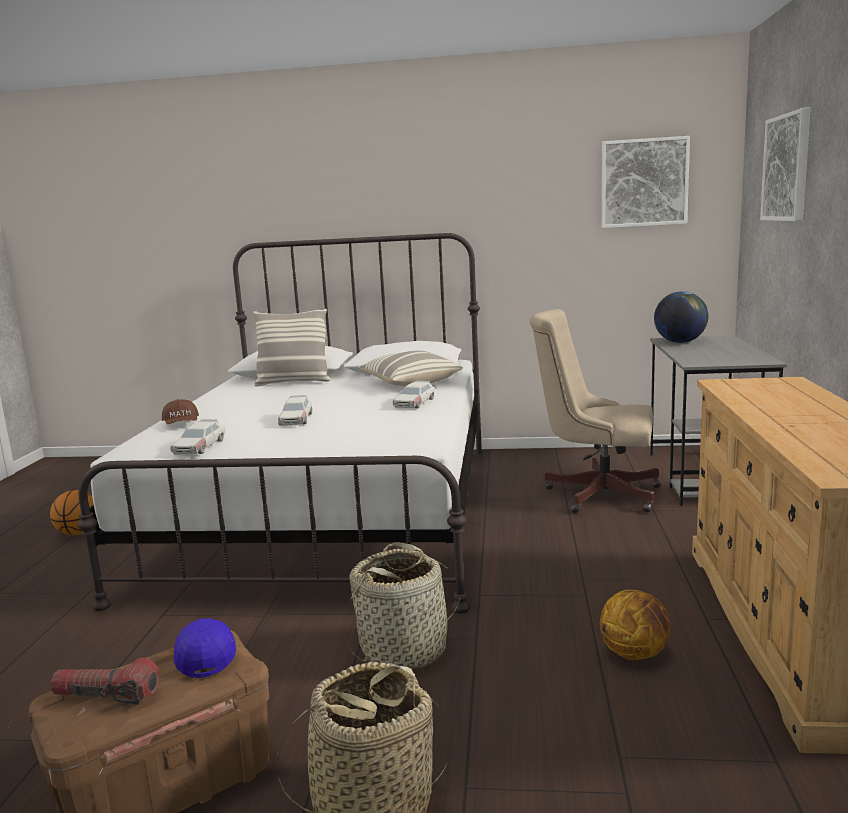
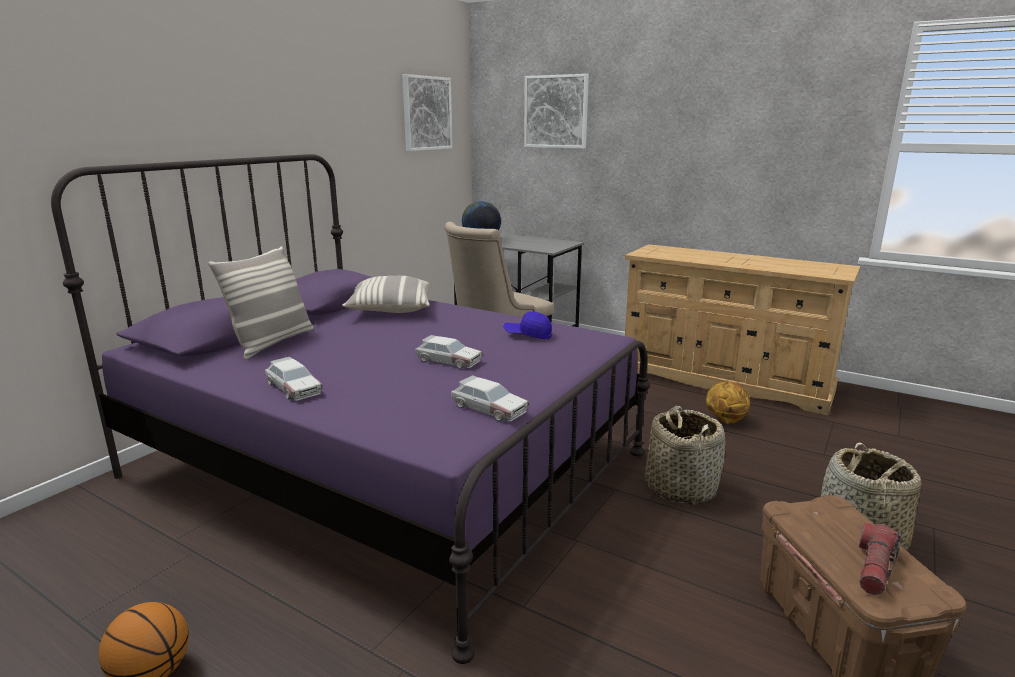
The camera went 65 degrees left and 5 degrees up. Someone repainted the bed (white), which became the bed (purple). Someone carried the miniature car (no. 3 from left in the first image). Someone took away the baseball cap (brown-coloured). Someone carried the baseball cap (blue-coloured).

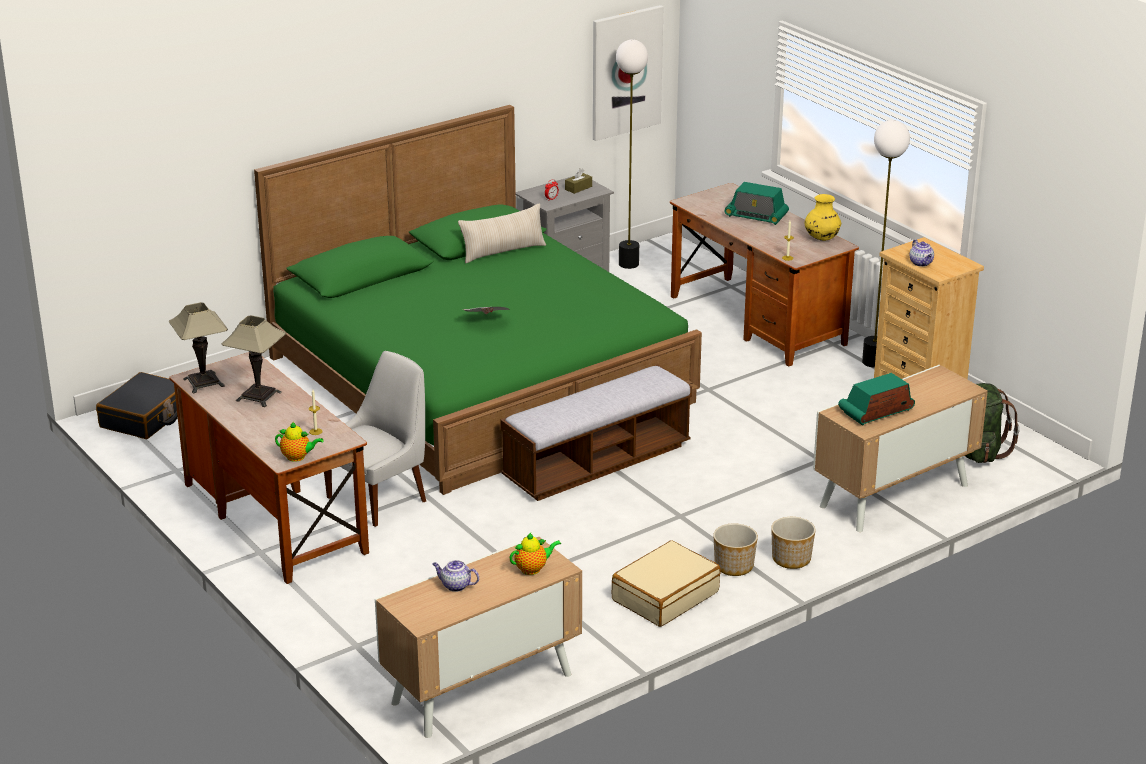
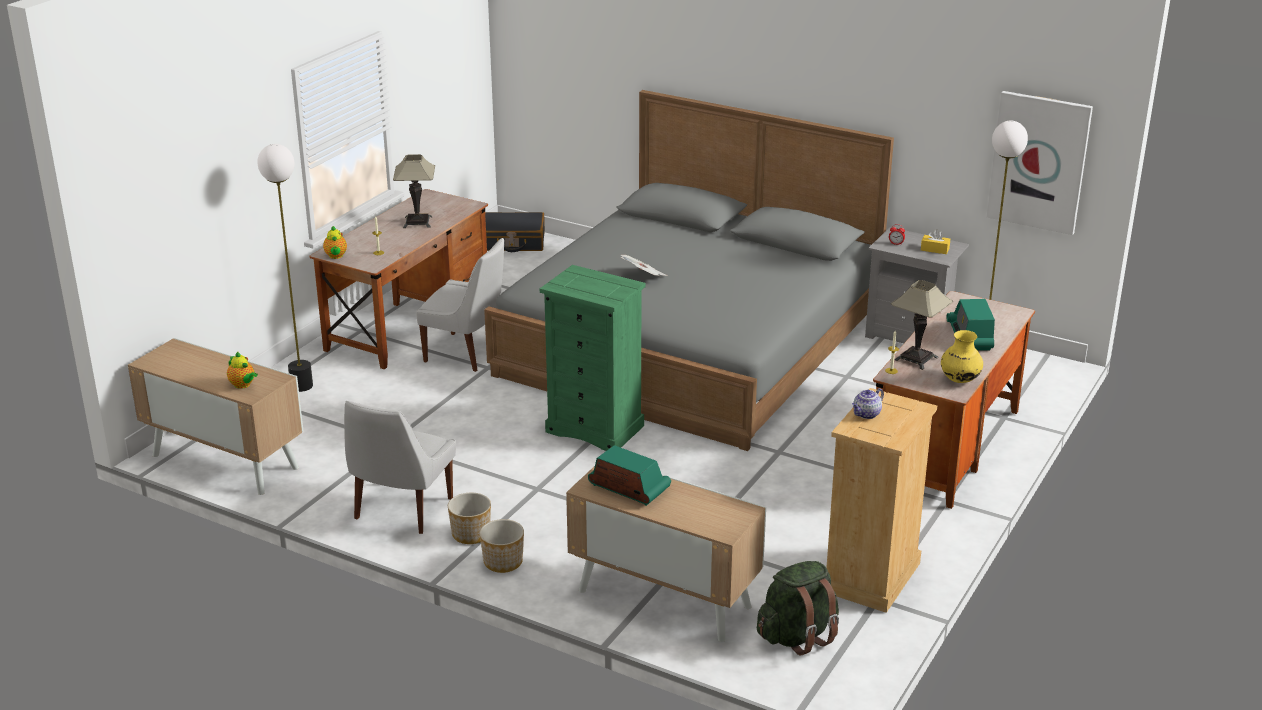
The camera went 65 degrees right and 0 degrees up. Someone repainted the bed (green-coloured), which became the bed (greyish). Someone carried the floor lamp (no. 2 from left in the first image). Someone repainted the tissue box (brown-coloured), which became the tissue box (yellow). Someone took away the throw pillow (beige). Someone carried the lamp for a table (no. 1 from left in the first image). Someone swapped the bench for the dresser (green-coloured). Someone swapped the suitcase (beige) for the upright chair (white) (no. 1 from left). Someone took away the teapot (no. 2 from left).

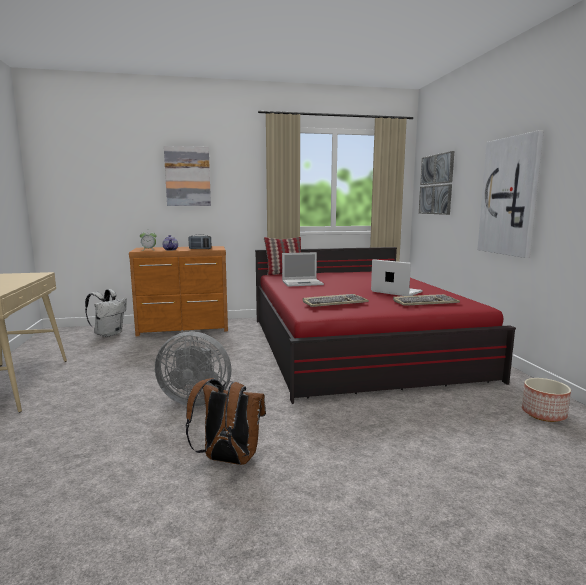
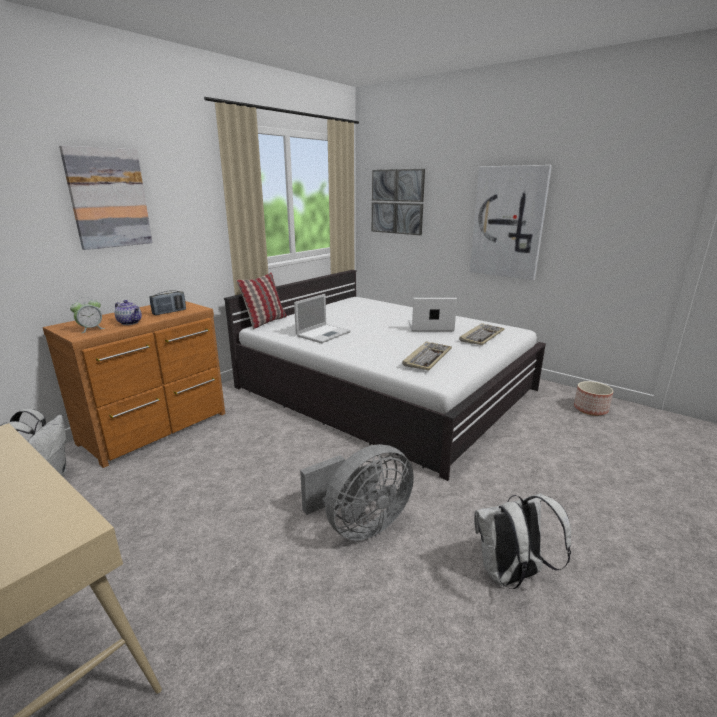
The camera went 40 degrees left and 10 degrees up. Someone repainted the bed (red-coloured), which became the bed (white). Someone repainted the knapsack (brown-coloured), which became the knapsack (white) (no. 2 from left).

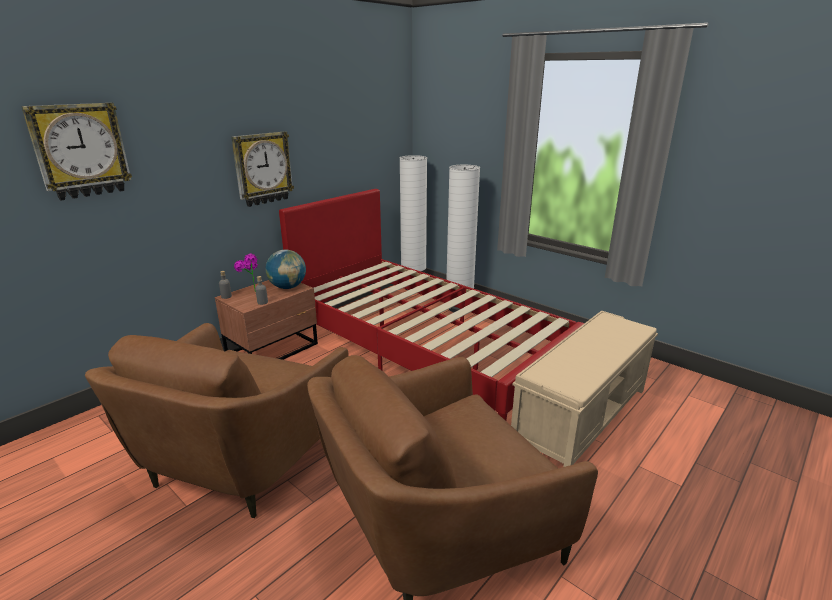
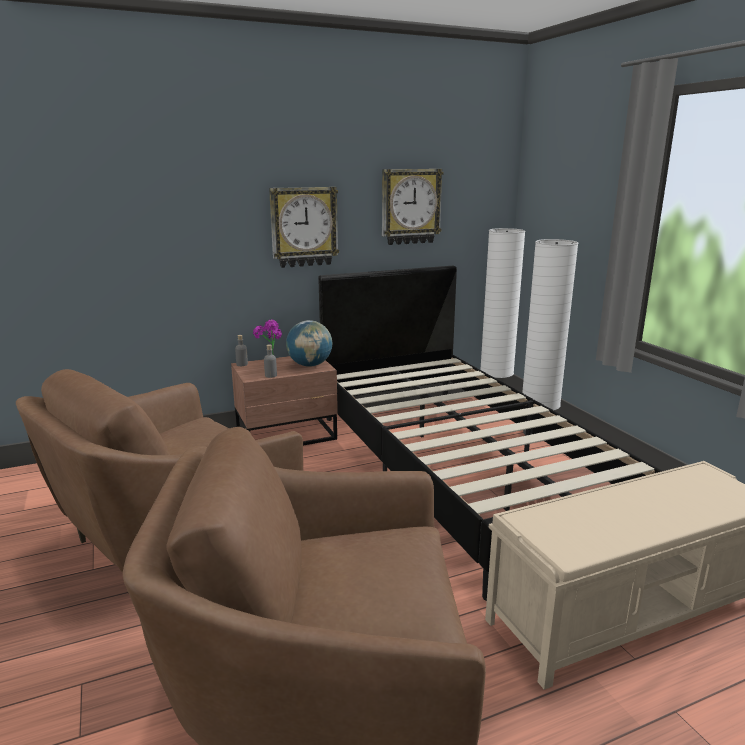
The camera went 25 degrees right and 5 degrees down. Someone carried the wall clock (no. 1 from left in the first image). Someone repainted the bed (red-coloured), which became the bed (black-coloured).

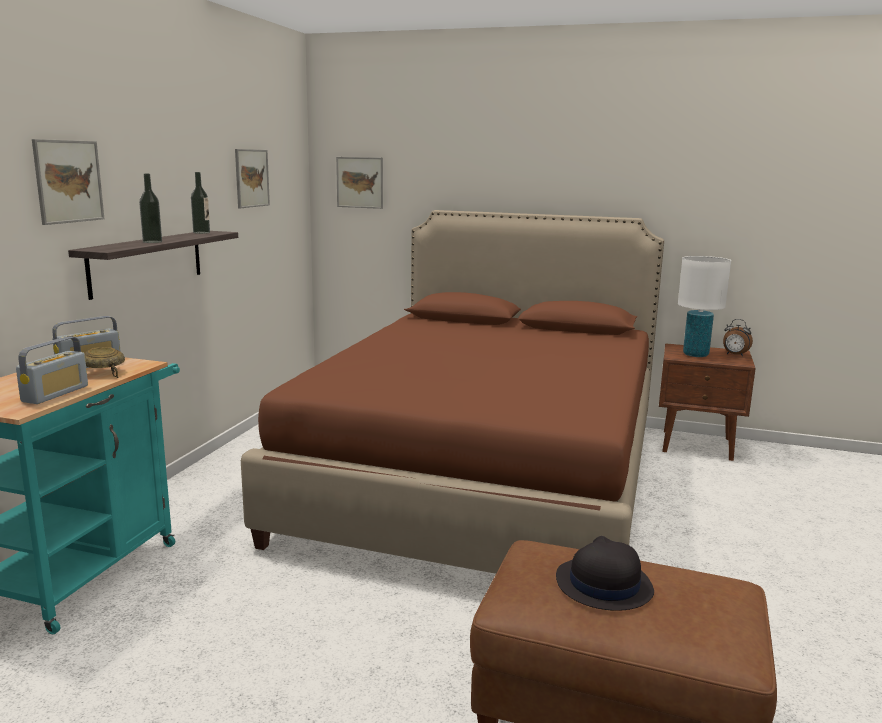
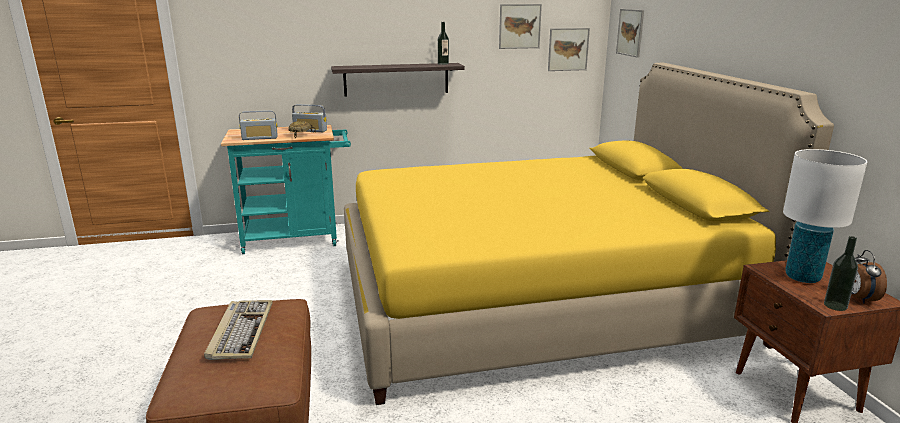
The camera went 60 degrees right and 5 degrees up. Someone carried the picture (no. 1 from left in the first image). Someone carried the bottle (no. 1 from left in the first image). Someone repainted the bed (brown-coloured), which became the bed (yellow). Someone swapped the wearable hat (black-coloured) for the computer keyboard.

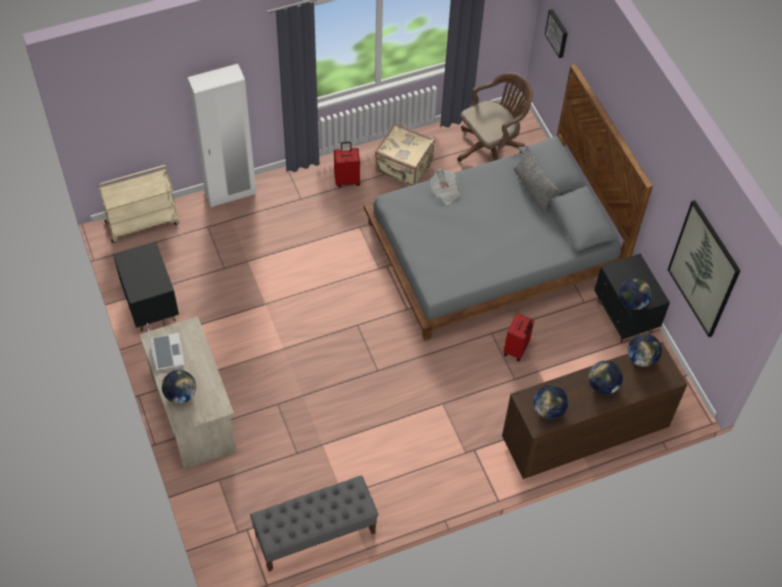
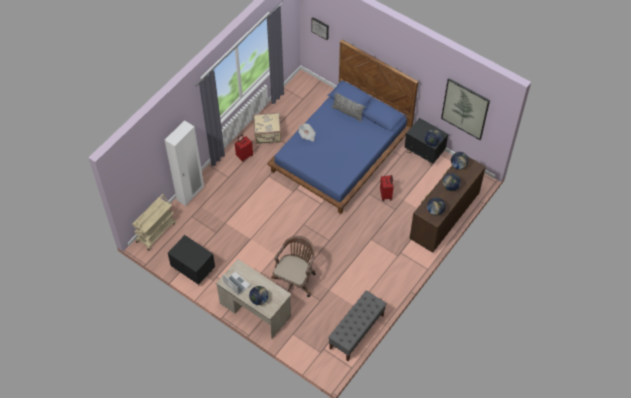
The camera went 30 degrees left and 0 degrees up. Someone repainted the bed (greyish), which became the bed (blue-coloured). Someone carried the desk chair (brown-coloured).

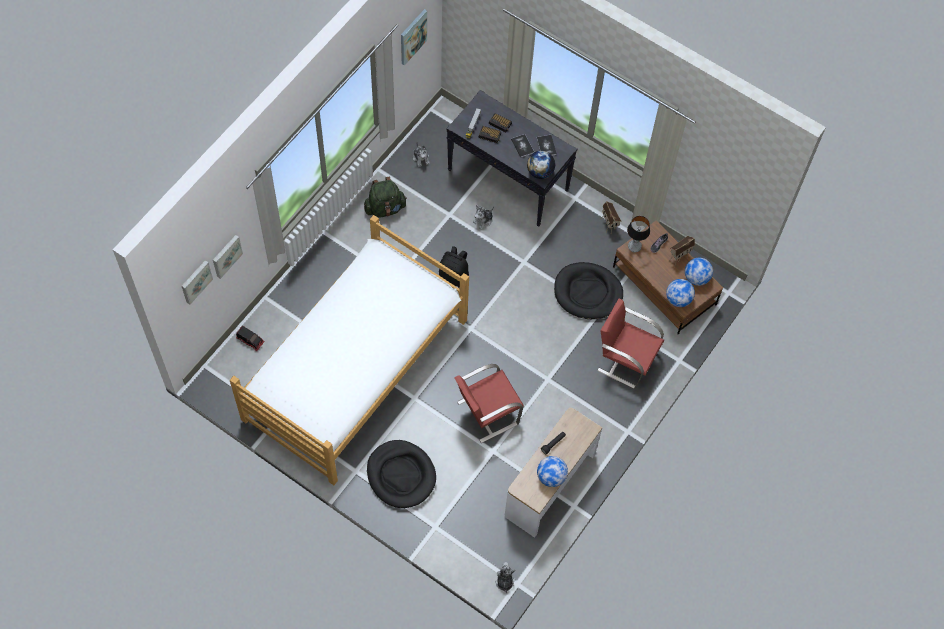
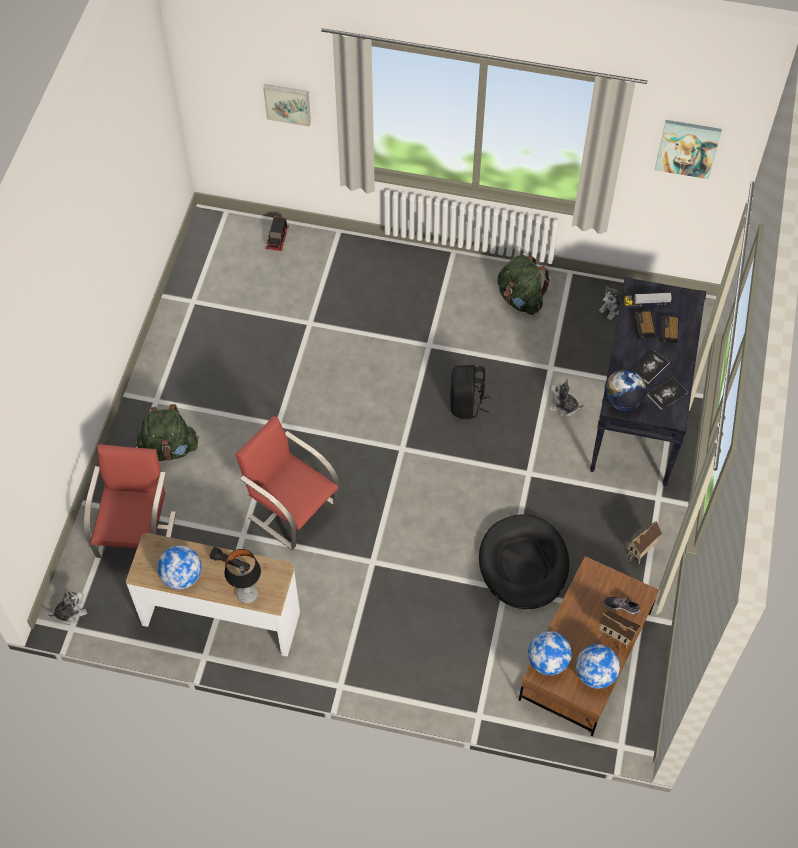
The camera went 70 degrees right and 5 degrees down. Someone took away the bed. Someone carried the lamp for a table. Someone took away the picture (no. 1 from left). Someone carried the upright chair (red-coloured) (no. 2 from left in the first image). Someone swapped the dog bed (black-coloured) (no. 1 from left) for the knapsack (green-coloured) (no. 1 from left).

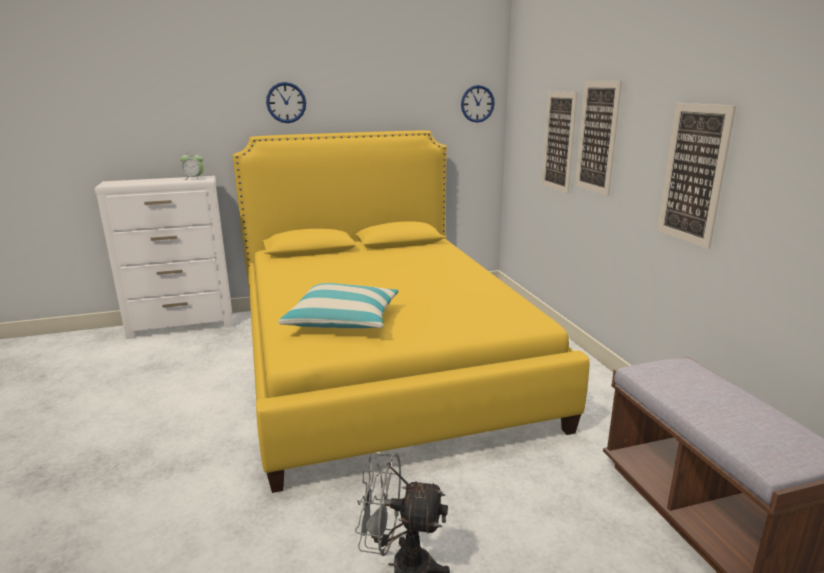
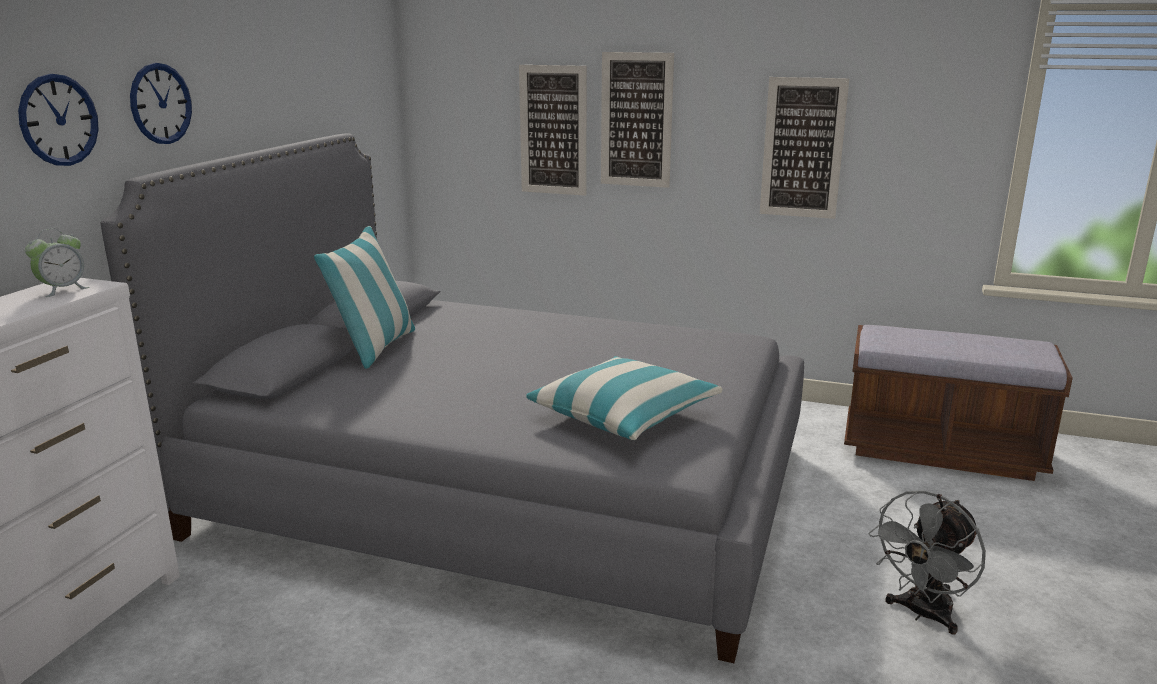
The camera went 55 degrees left and 0 degrees up. Someone carried the wall clock (no. 2 from left in the first image). Someone repainted the bed (yellow), which became the bed (greyish). Someone put down the throw pillow (no. 1 from left).

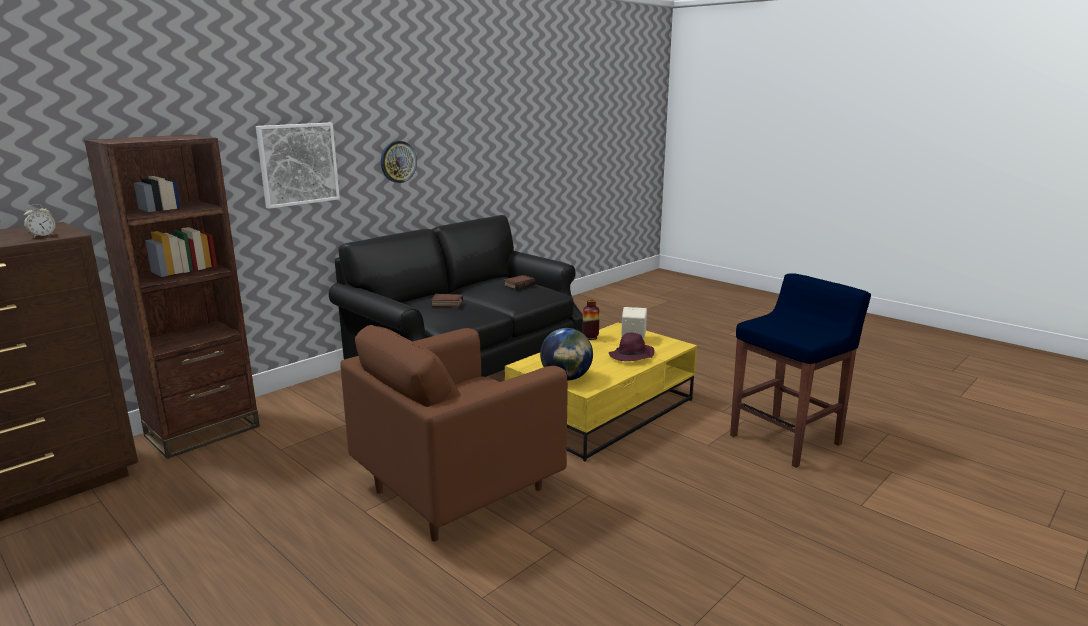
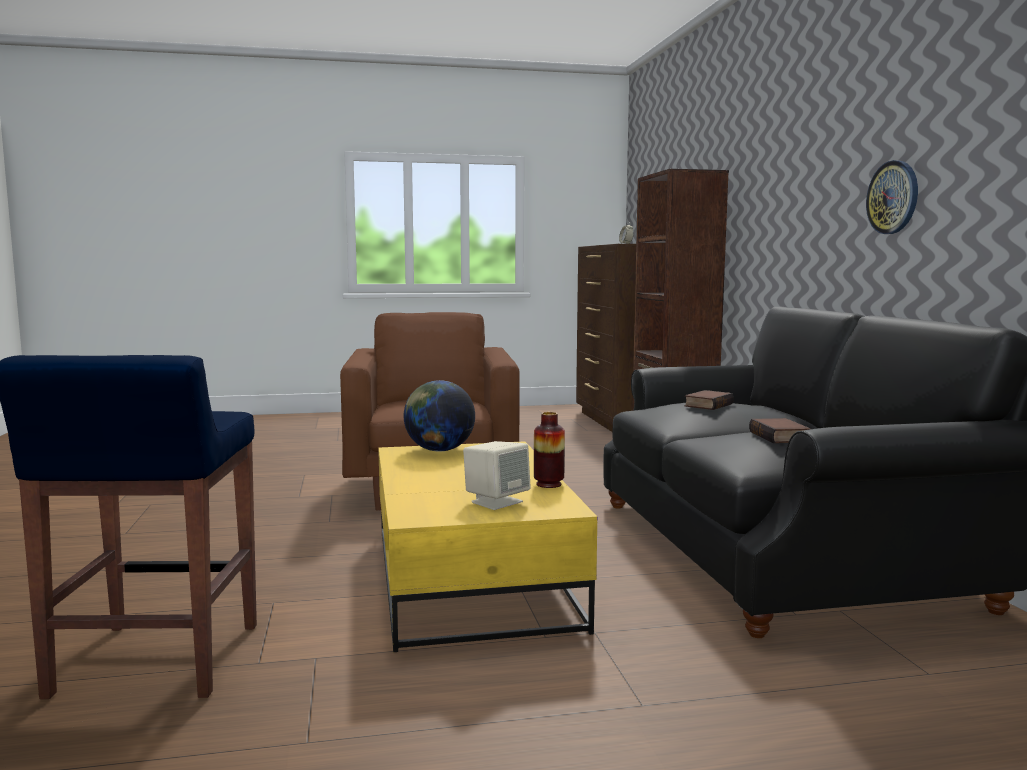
The camera went 125 degrees right and 10 degrees down. Someone took away the picture. Someone took away the wearable hat (purple).

